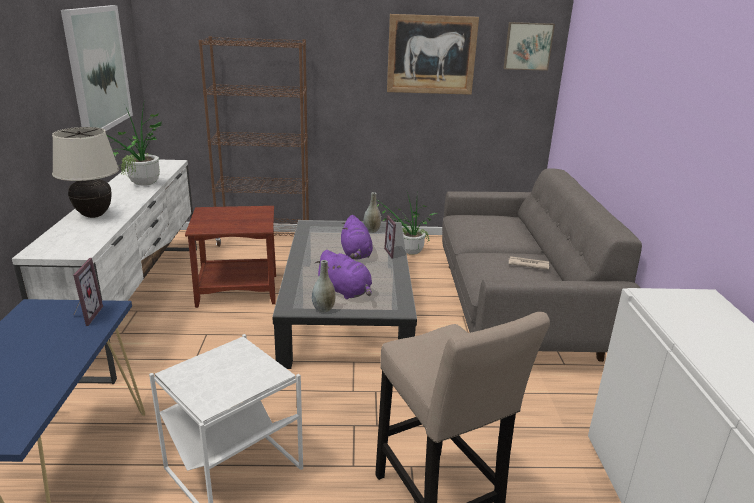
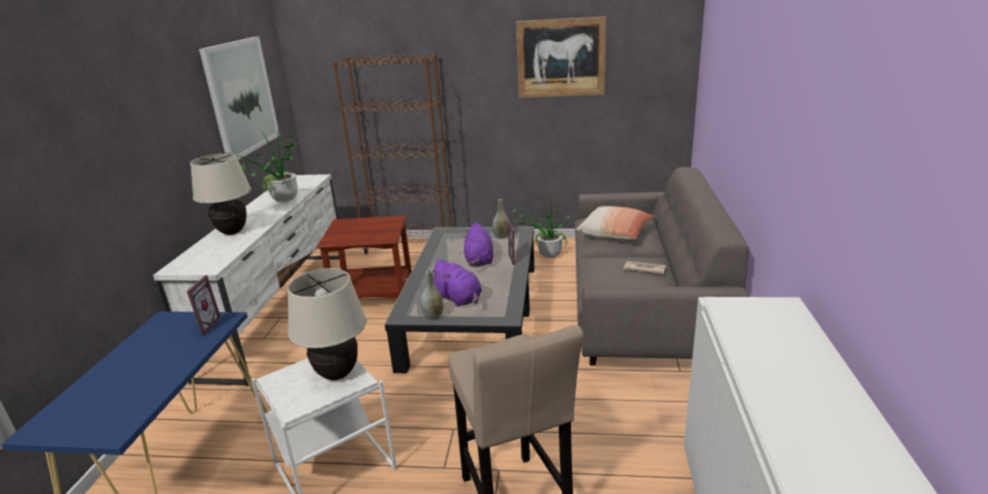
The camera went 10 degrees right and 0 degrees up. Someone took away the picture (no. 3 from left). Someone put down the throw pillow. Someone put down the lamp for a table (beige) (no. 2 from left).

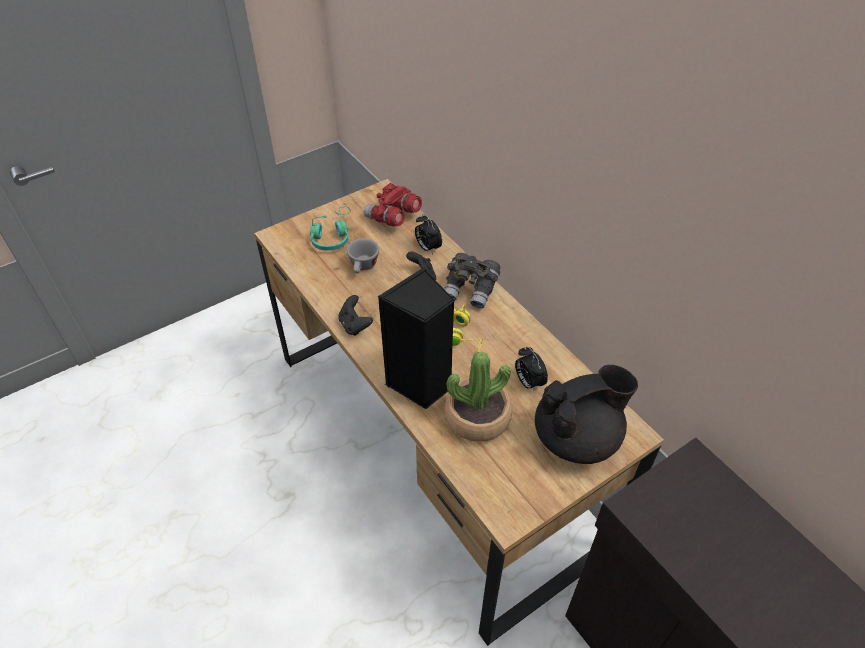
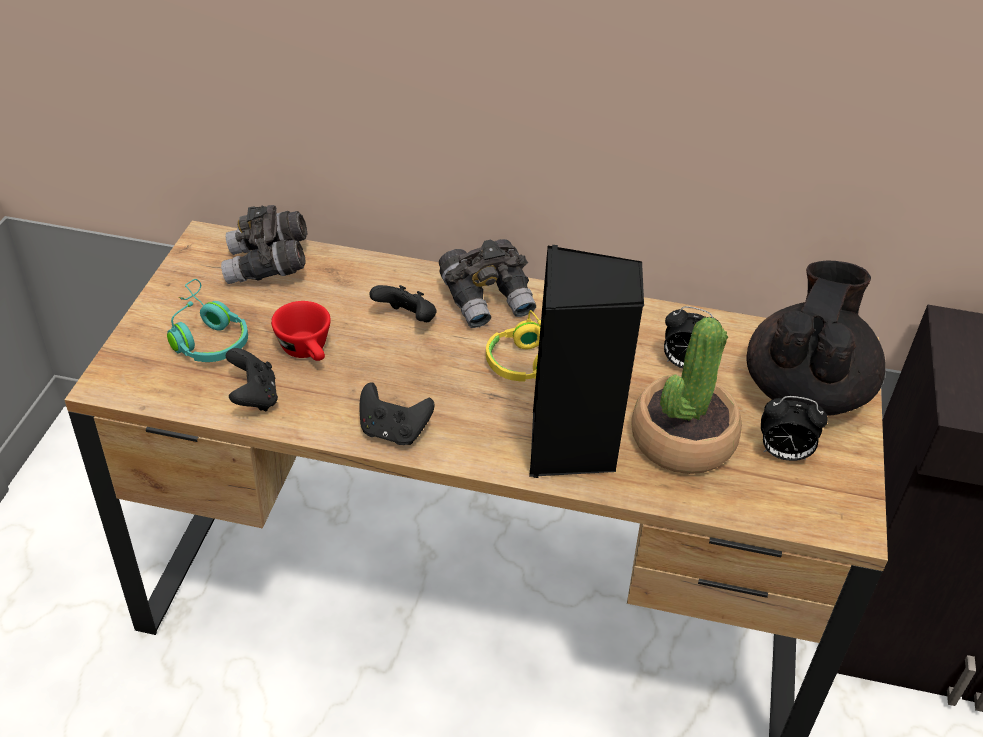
The camera went 45 degrees left and 5 degrees down. Someone repainted the field glasses (red-coloured), which became the field glasses (greyish) (no. 1 from left). Someone carried the bedside clock (no. 1 from left in the first image). Someone repainted the cup (greyish), which became the cup (red-coloured). Someone put down the game controller (black-coloured) (no. 1 from left).

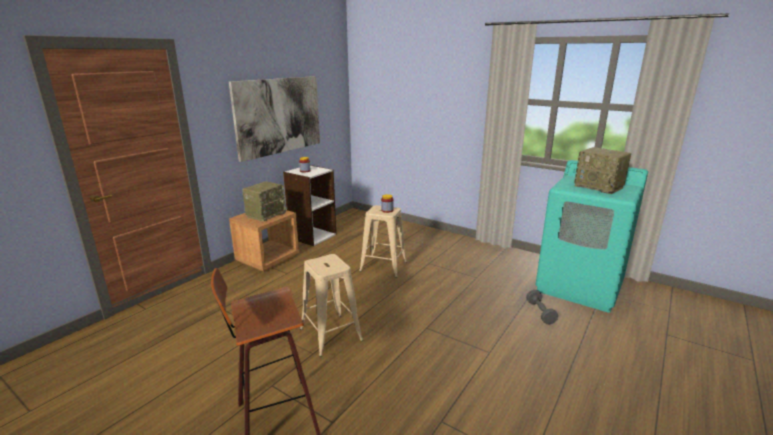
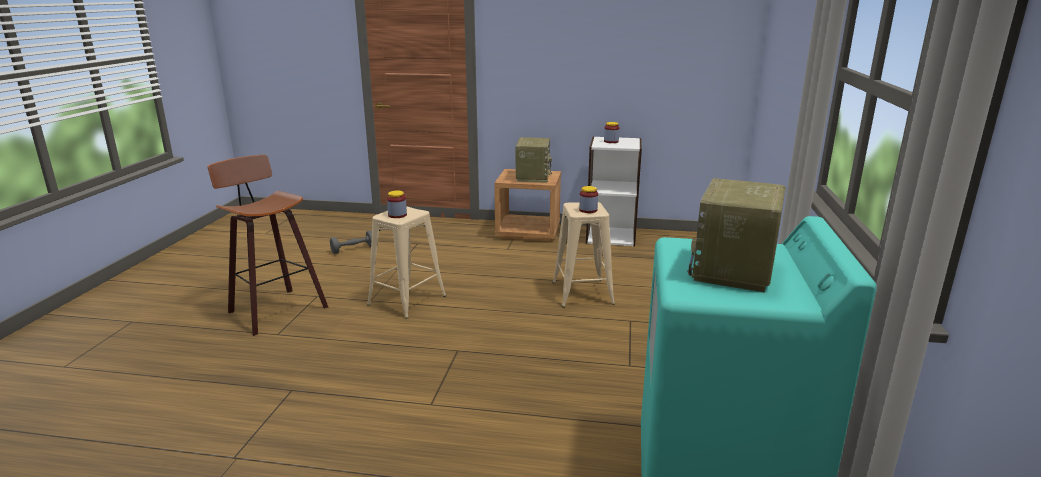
The camera went 65 degrees right and 0 degrees up. Someone took away the picture. Someone rotated the radio receiver (no. 1 from left) by 90 degrees counterclockwise. Someone carried the free weight (greyish). Someone put down the storage jar (no. 1 from left).

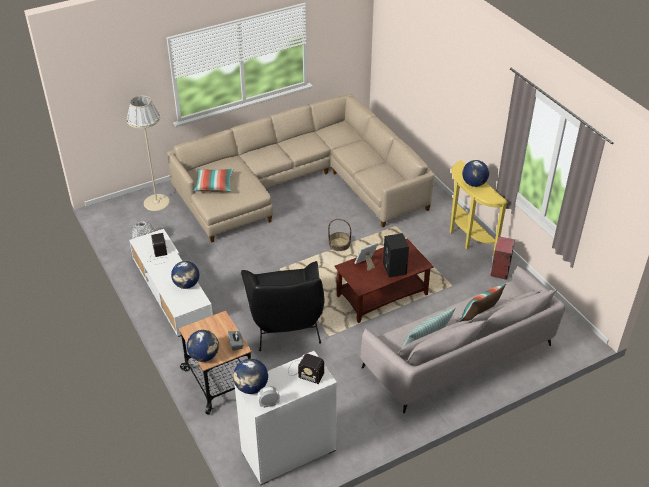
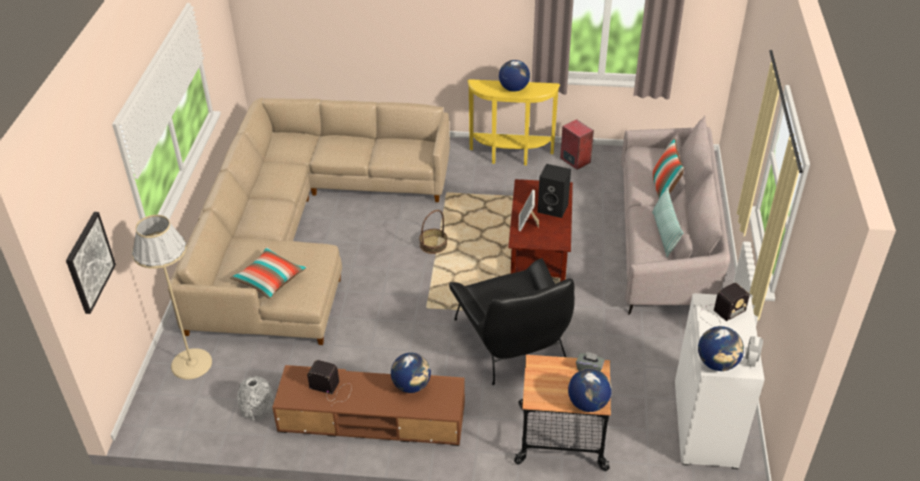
The camera went 55 degrees left and 0 degrees up. Someone repainted the media console (white), which became the media console (brown-coloured). Someone rotated the armchair (black-coloured) by 45 degrees clockwise. Someone put up the picture.

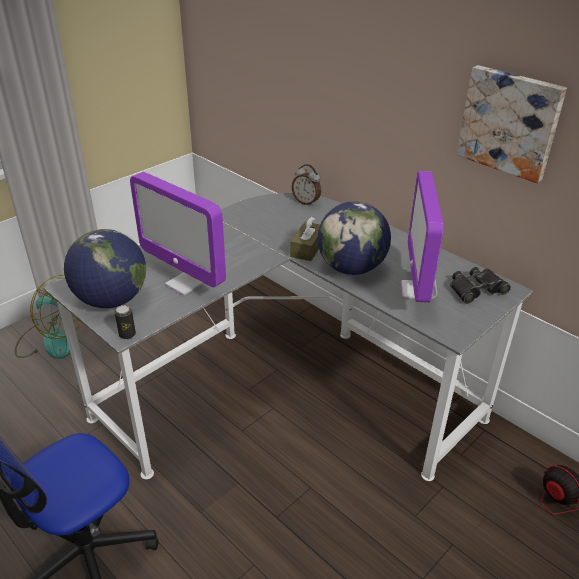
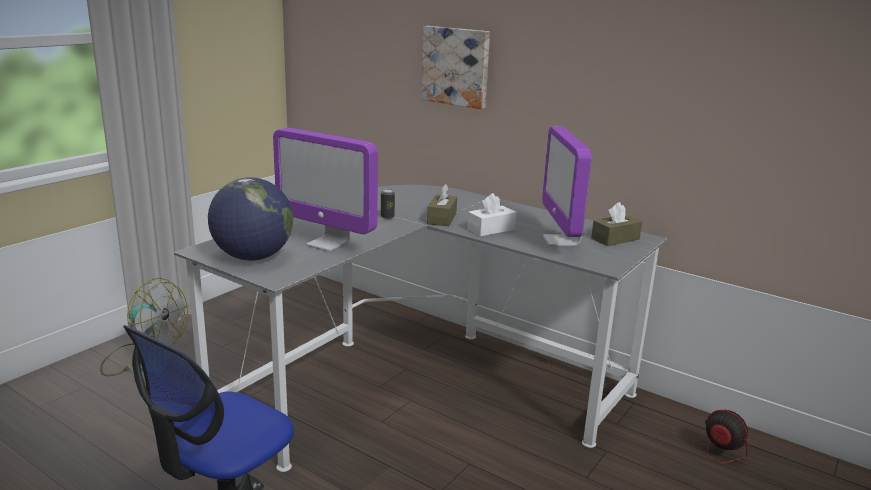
The camera went 10 degrees left and 15 degrees down. Someone carried the picture. Someone took away the bedside clock. Someone swapped the desk globe (no. 2 from left) for the tissue box (white). Someone swapped the field glasses (black-coloured) for the tissue box (brown-coloured) (no. 2 from left). Someone carried the metal can.

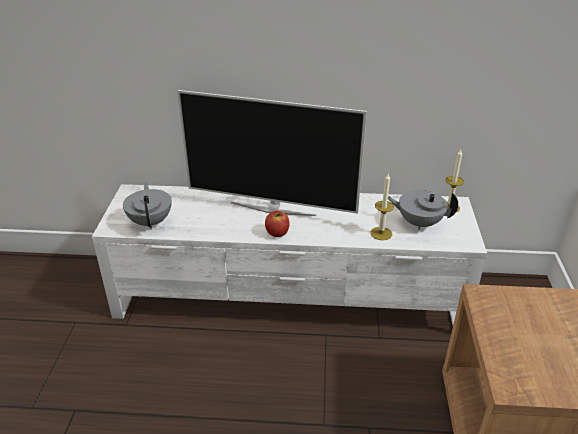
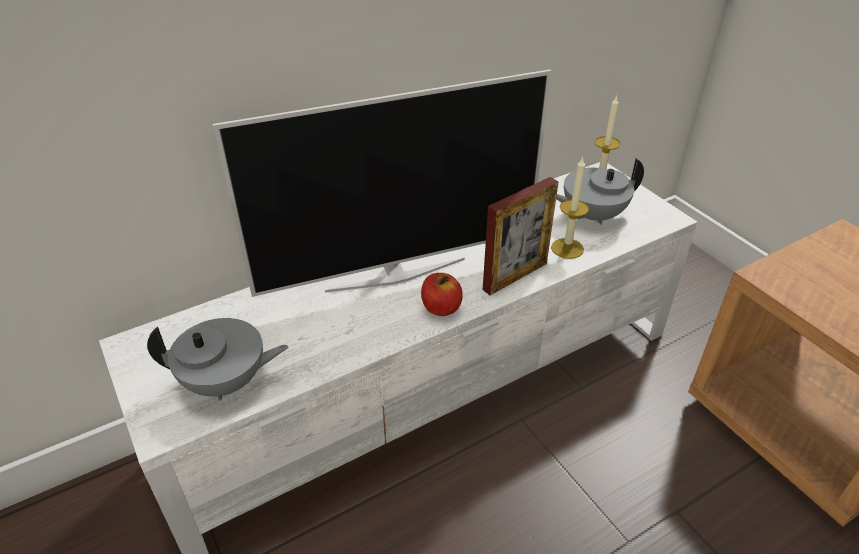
The camera went 35 degrees left and 5 degrees up. Someone rotated the teapot (greyish) (no. 1 from left) by 135 degrees clockwise. Someone put down the photo frame.

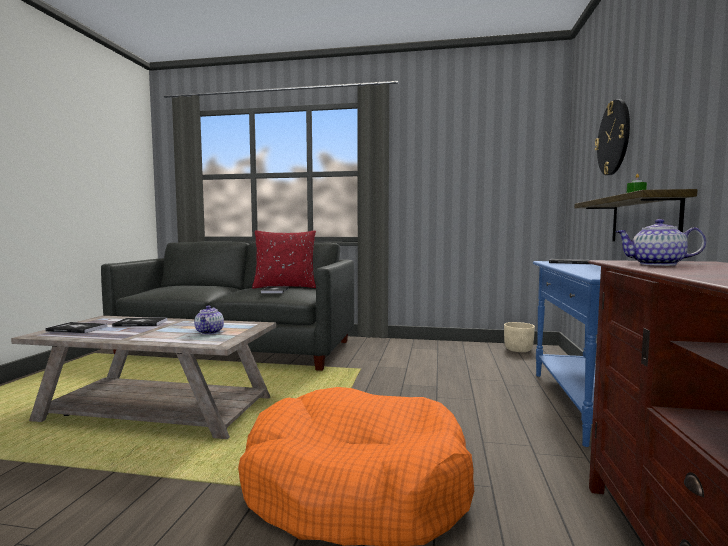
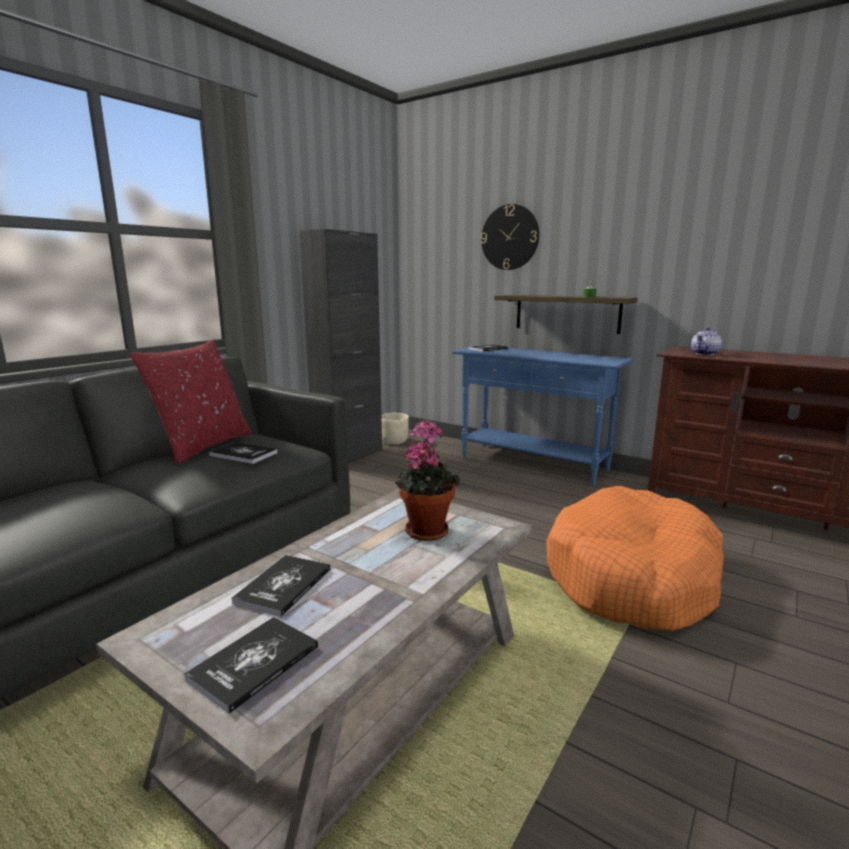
The camera went 65 degrees left and 10 degrees up. Someone swapped the teapot (no. 1 from left) for the houseplant. Someone put down the storage cabinet (black-coloured).

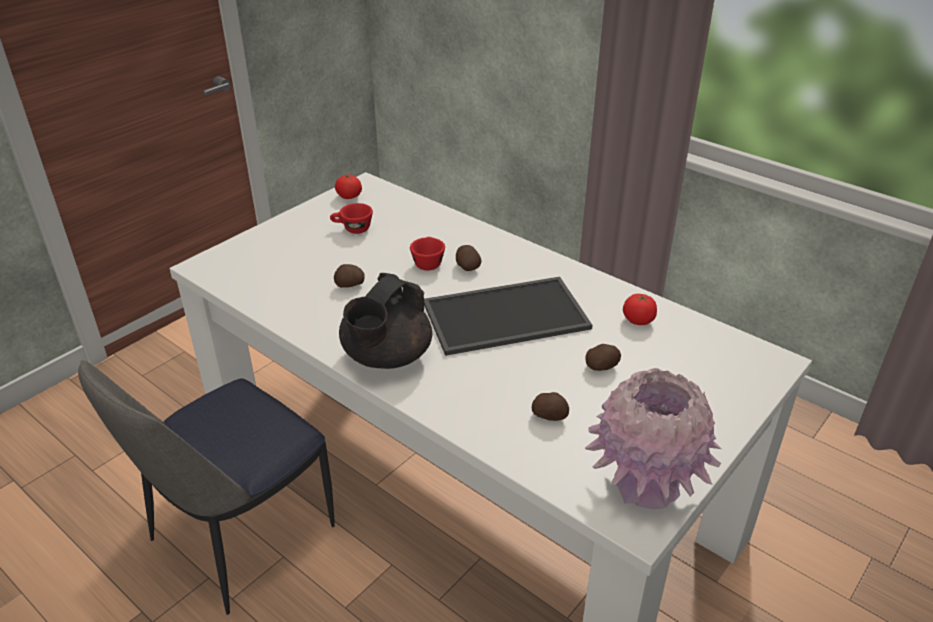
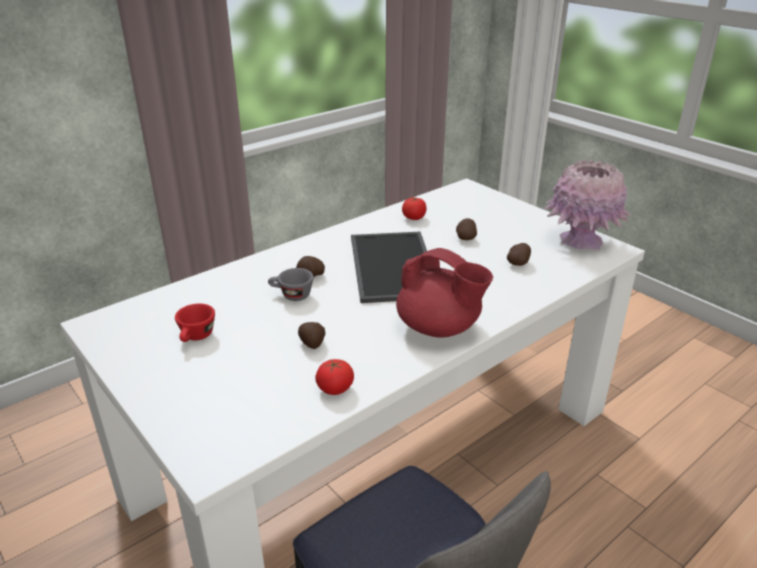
The camera went 80 degrees left and 5 degrees down. Someone carried the whole tomato (no. 1 from left). Someone repainted the cup (red-coloured) (no. 2 from left), which became the cup (greyish). Someone repainted the teapot (black-coloured), which became the teapot (red-coloured).

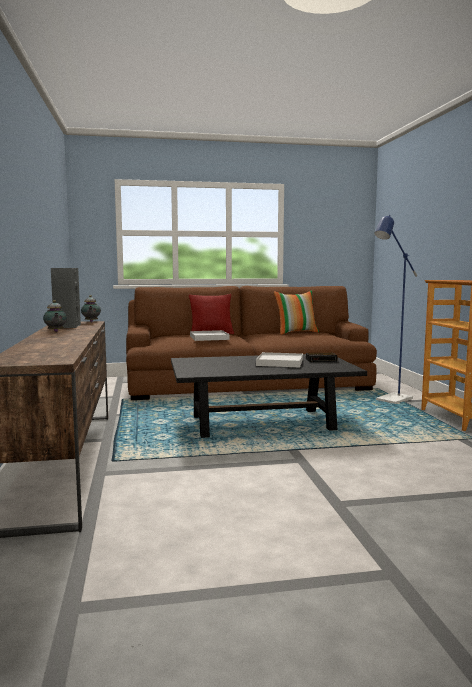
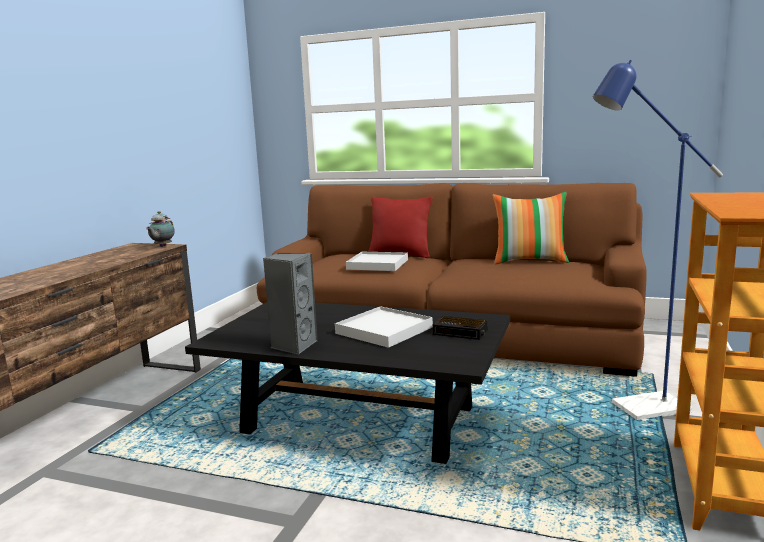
The camera went 30 degrees right and 5 degrees up. Someone carried the loudspeaker (greyish). Someone took away the teapot (no. 1 from left).

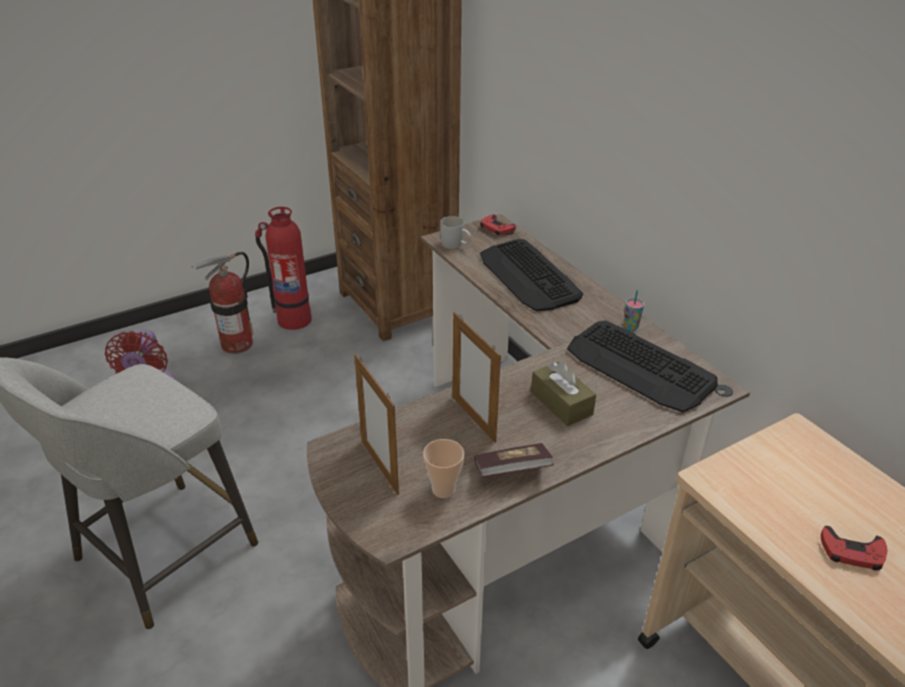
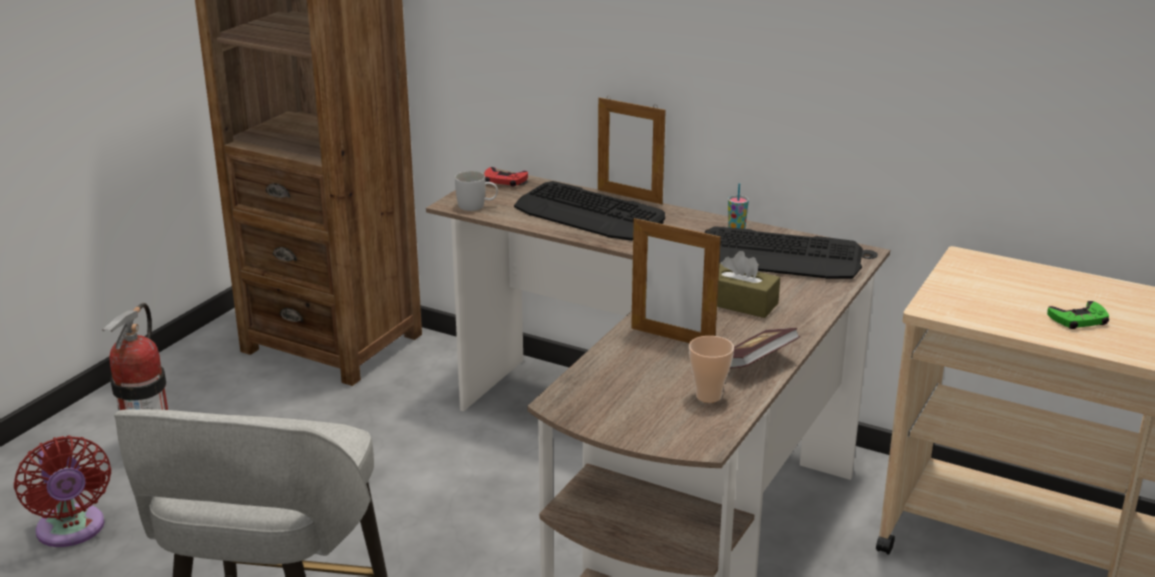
The camera went 30 degrees left and 10 degrees down. Someone took away the fire extinguisher (no. 2 from left). Someone carried the photo frame (no. 1 from left). Someone repainted the game controller (red-coloured) (no. 2 from left), which became the game controller (green-coloured).

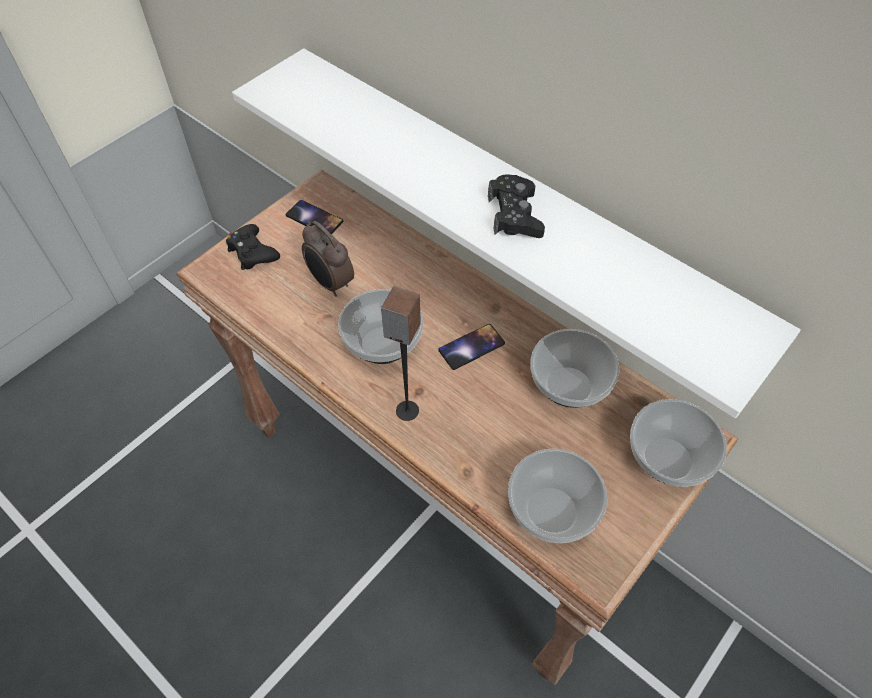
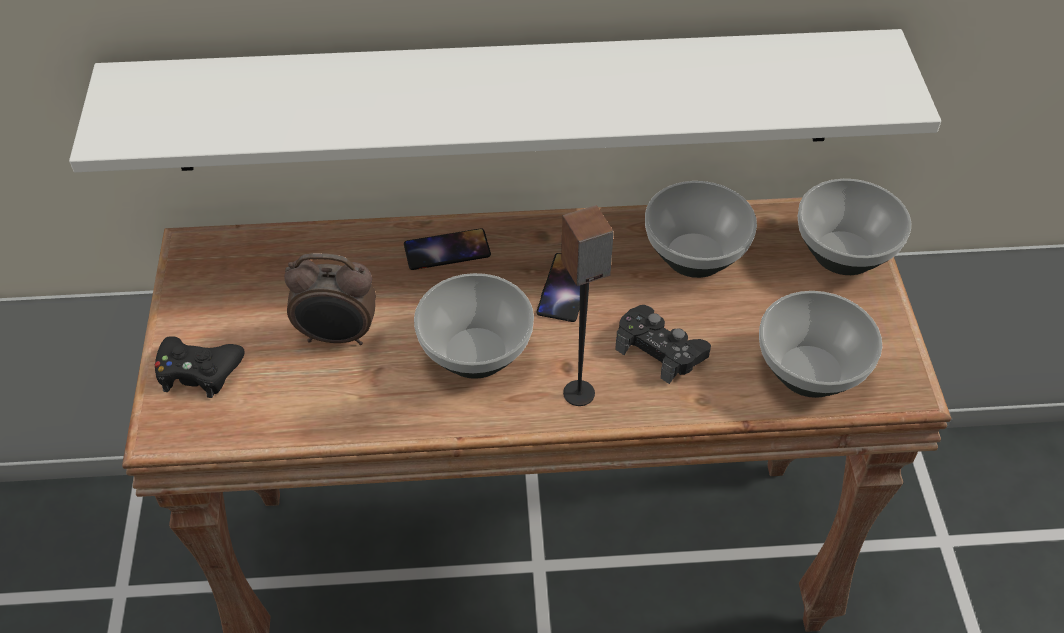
The camera went 45 degrees left and 5 degrees down. Someone carried the game controller (black-coloured) (no. 2 from left). Someone carried the phone (no. 1 from left).

